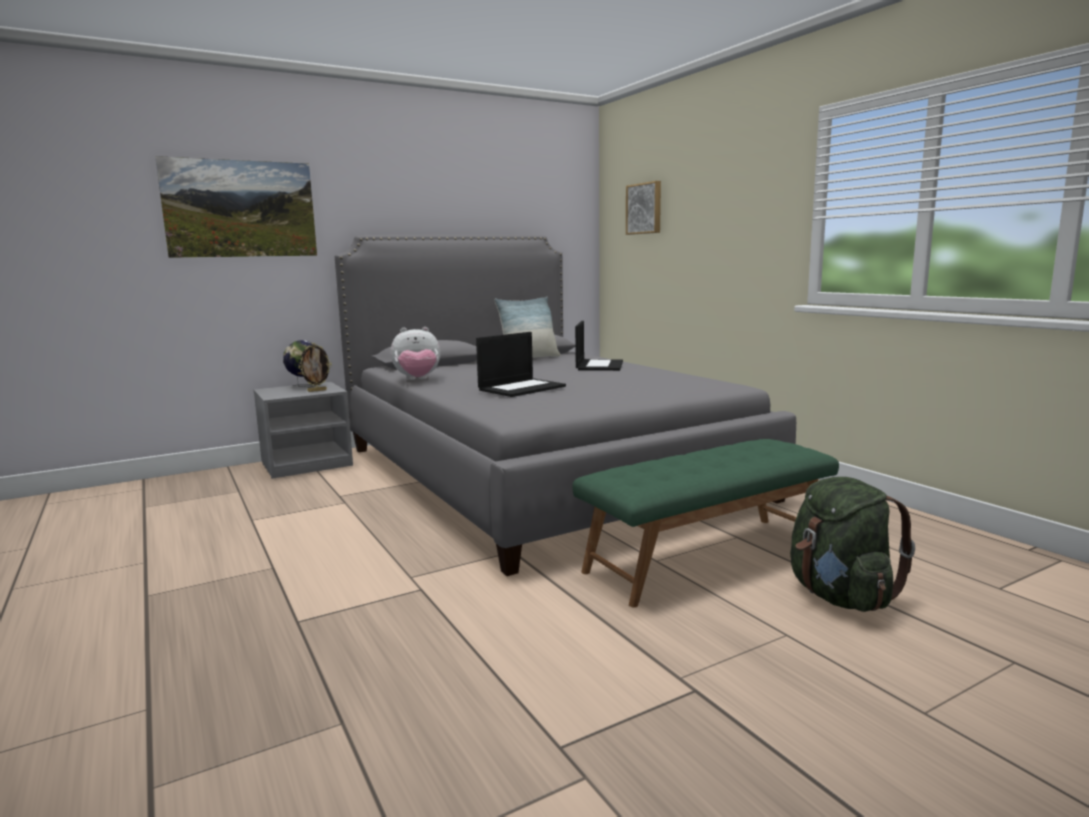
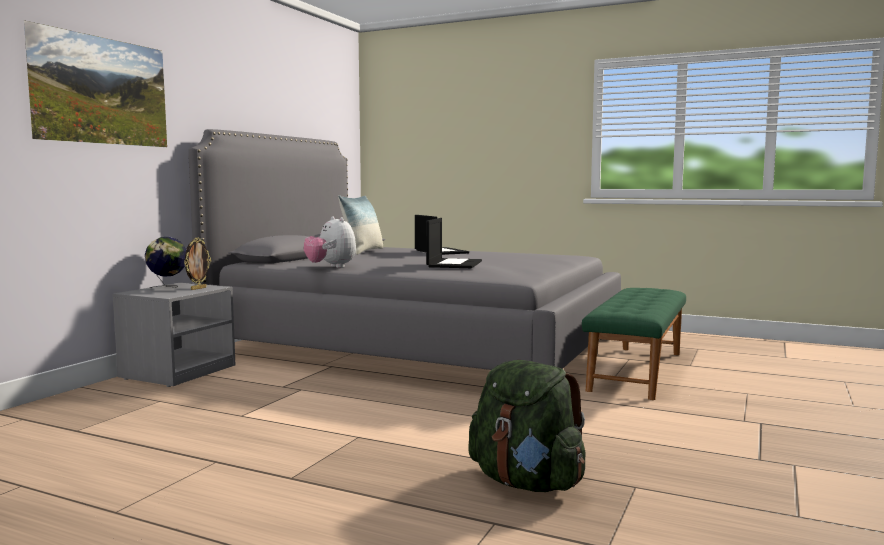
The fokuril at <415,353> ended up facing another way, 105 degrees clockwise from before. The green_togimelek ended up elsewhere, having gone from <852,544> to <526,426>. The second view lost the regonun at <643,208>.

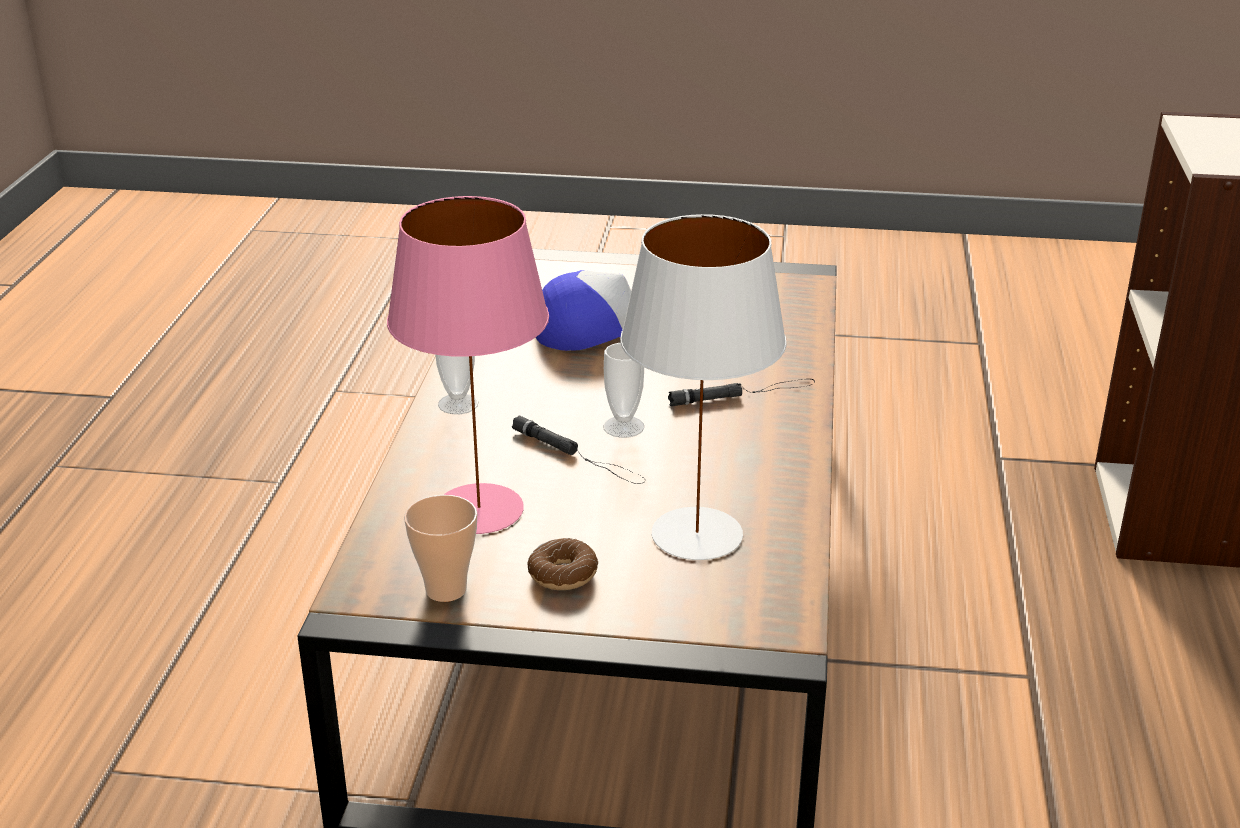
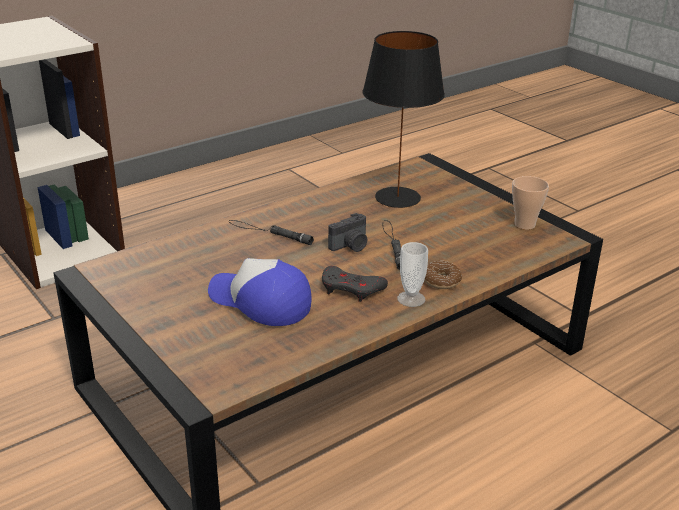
The second view gained the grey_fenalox at <355,284>. Where the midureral stood at <623,390>, the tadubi came to stand at <347,232>. What was the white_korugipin at <703,387> turned into the black_korugipin at <403,119>. The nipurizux ended up elsewhere, having gone from <562,564> to <443,274>. The second view lost the pink_korugipin at <468,365>.

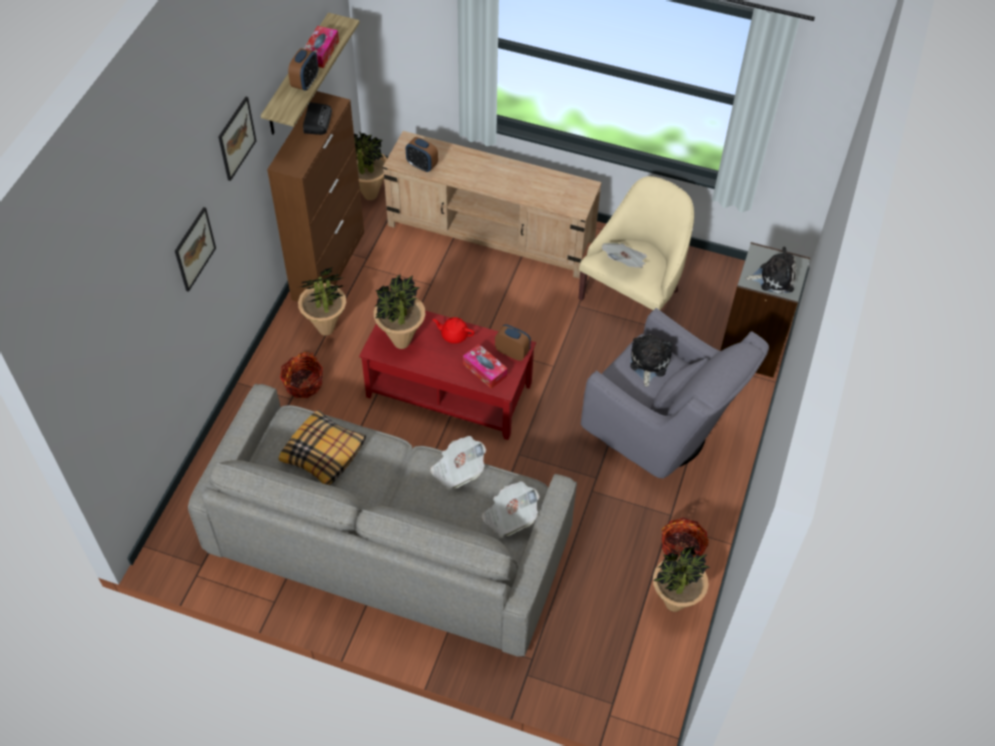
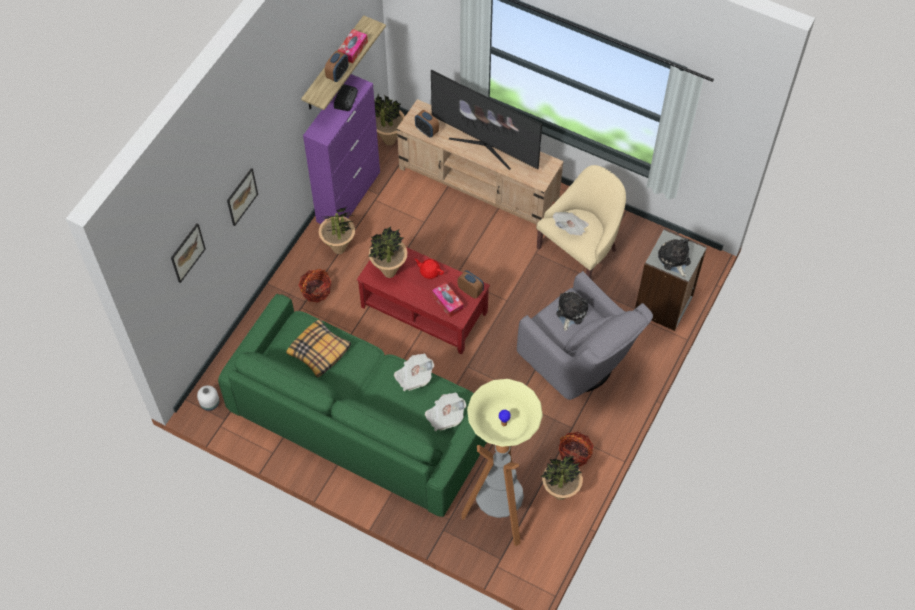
The regonun ended up elsewhere, having gone from <237,139> to <188,253>. The second view gained the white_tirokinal at <208,398>. What was the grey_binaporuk at <382,520> turned into the green_binaporuk at <352,405>. What was the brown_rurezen at <315,196> turned into the purple_rurezen at <341,149>. The second view gained the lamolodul at <486,120>. The second view gained the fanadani at <502,462>. The fokuril at <770,270> ended up facing another way, 120 degrees counterclockwise from before.

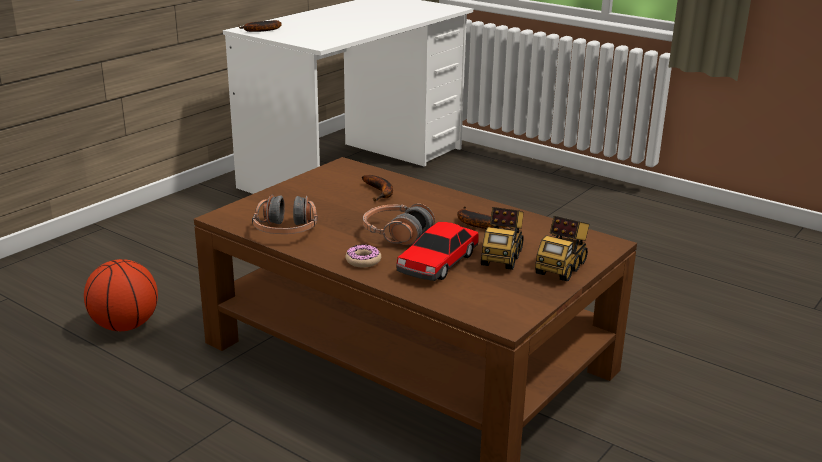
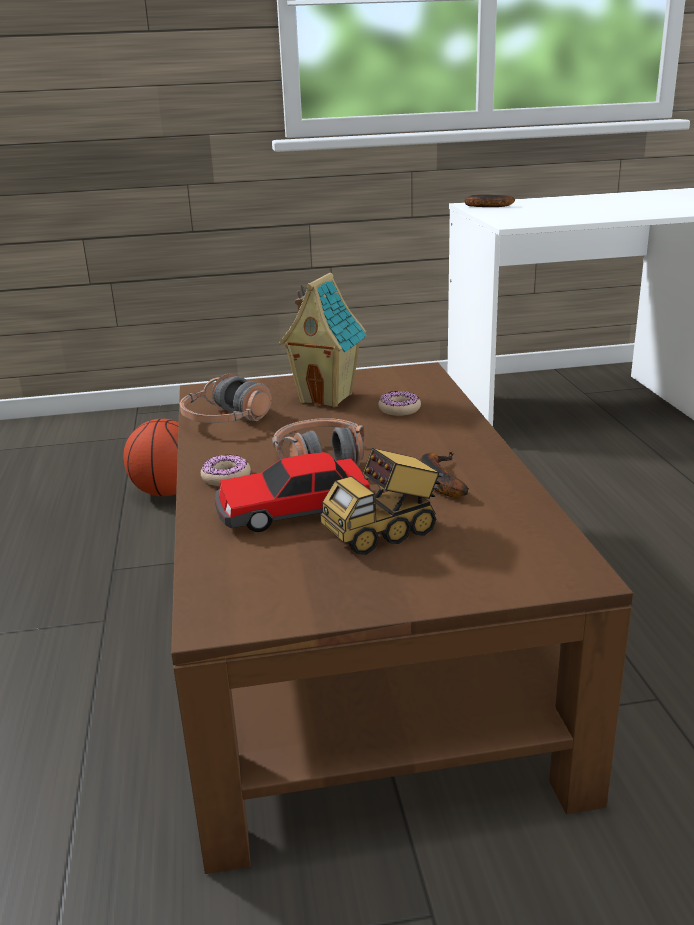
The second view gained the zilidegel at <323,340>. Where the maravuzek stood at <377,188>, the nipurizux came to stand at <399,403>. The second view lost the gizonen at <562,248>.

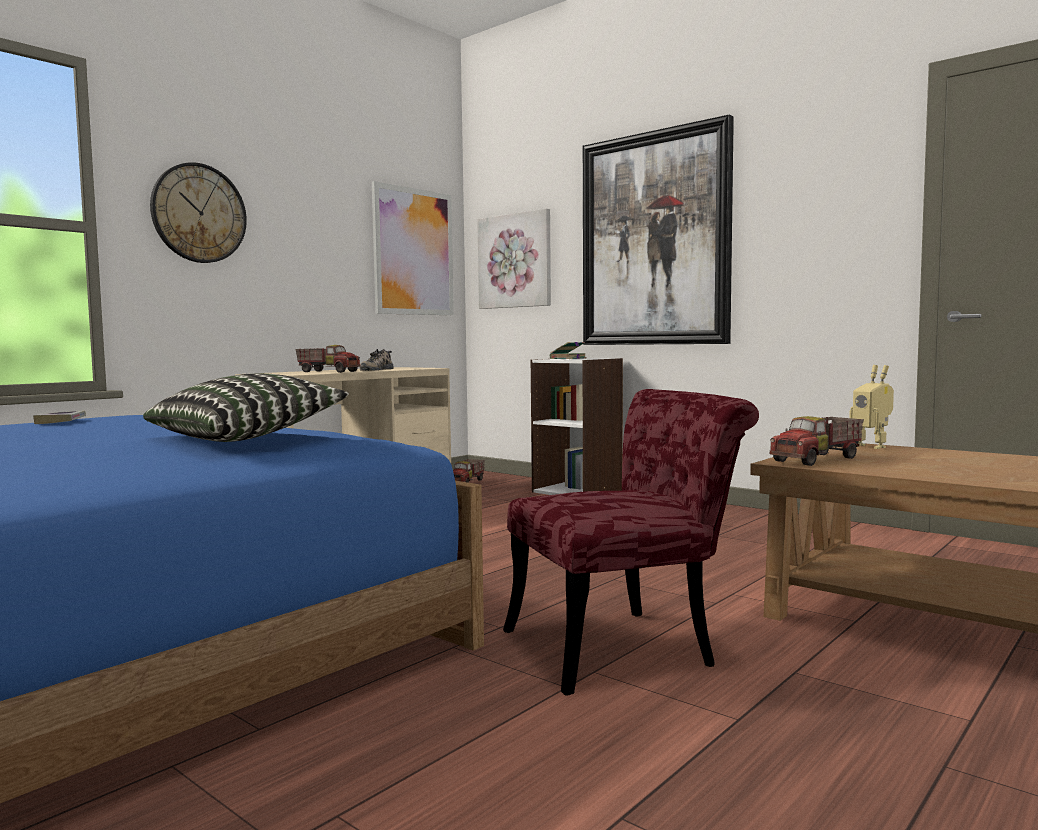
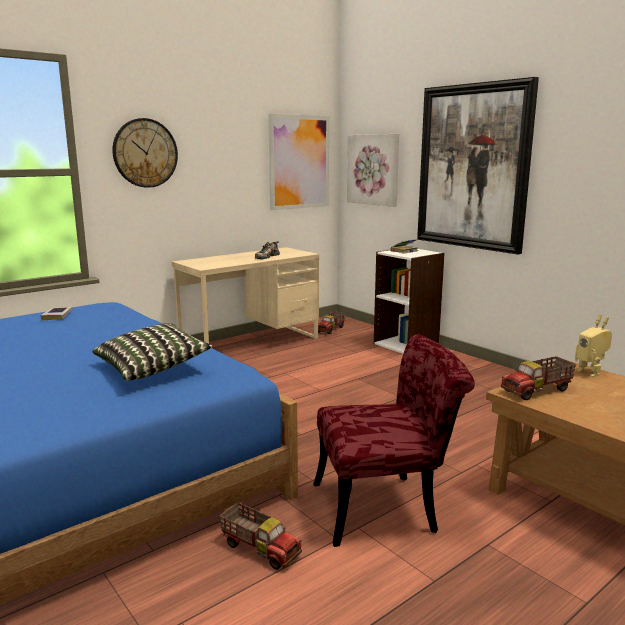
The gizonen ended up elsewhere, having gone from <328,359> to <260,536>.

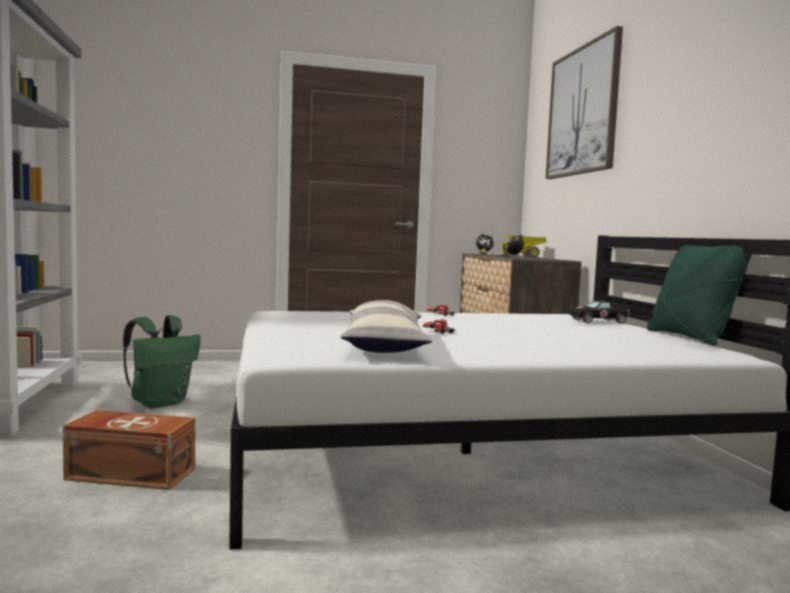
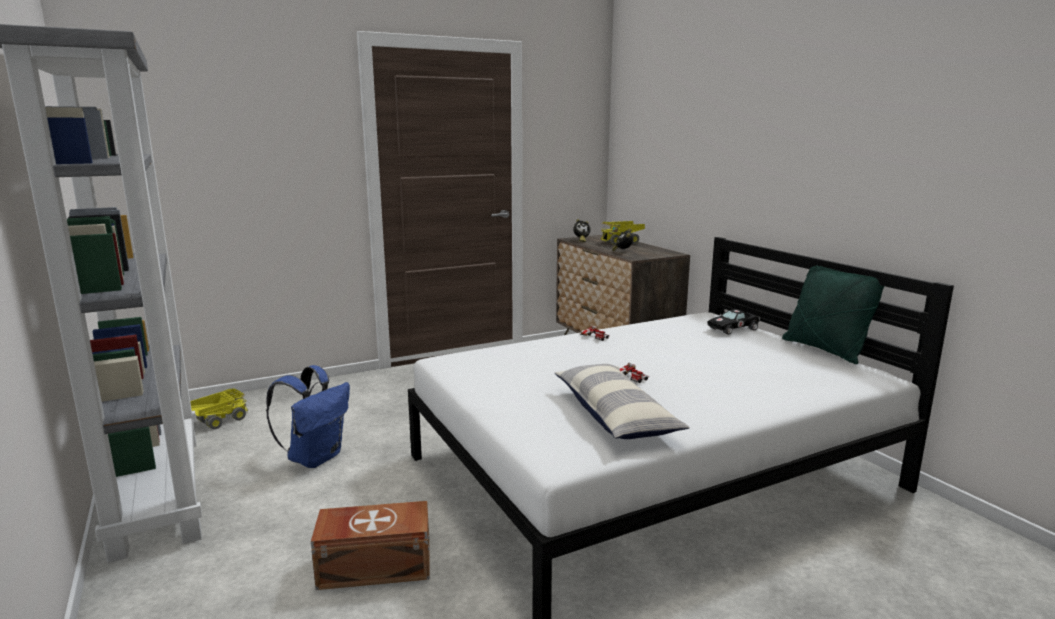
The second view gained the gizonen at <219,409>. What was the green_togimelek at <162,361> turned into the blue_togimelek at <308,416>. The second view lost the regonun at <584,102>.

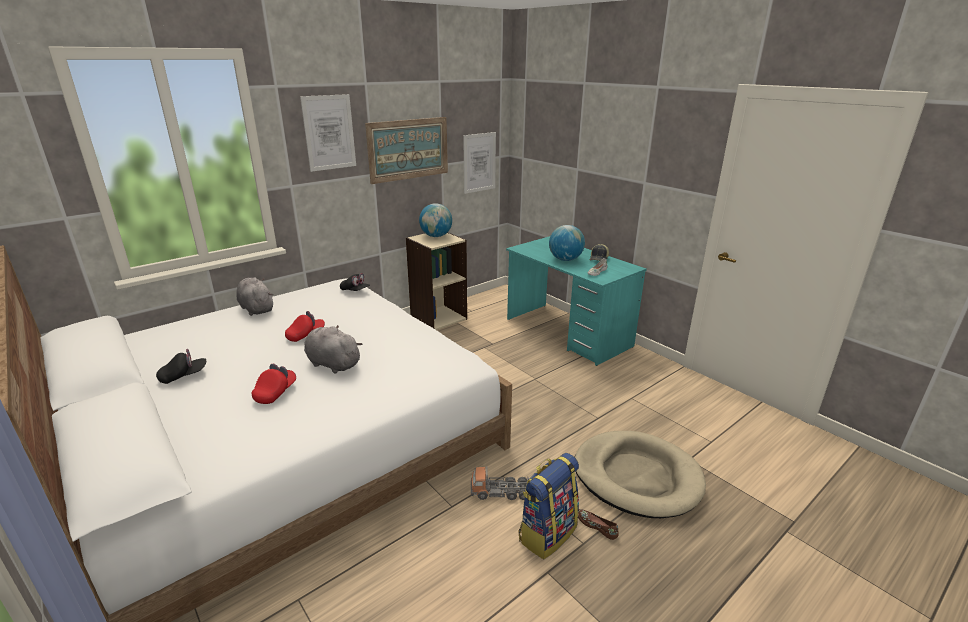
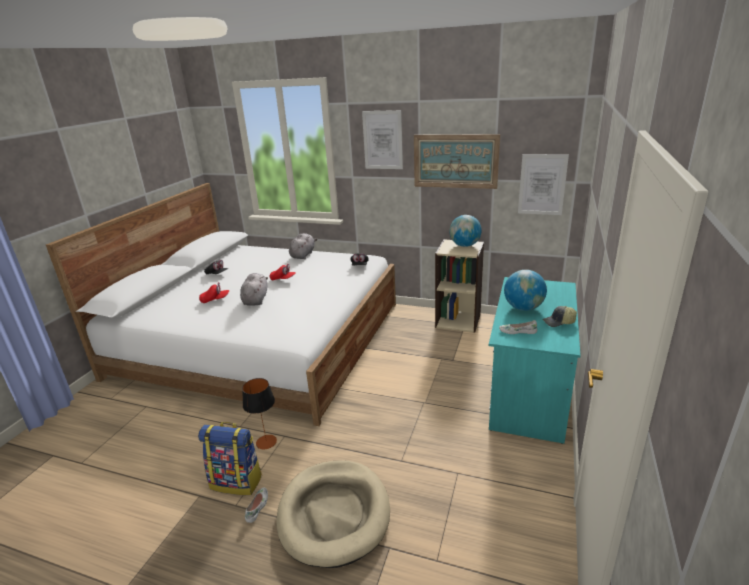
Where the gizonen stood at <500,483>, the korugipin came to stand at <259,413>. What was the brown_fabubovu at <598,524> turned into the white_fabubovu at <256,505>.

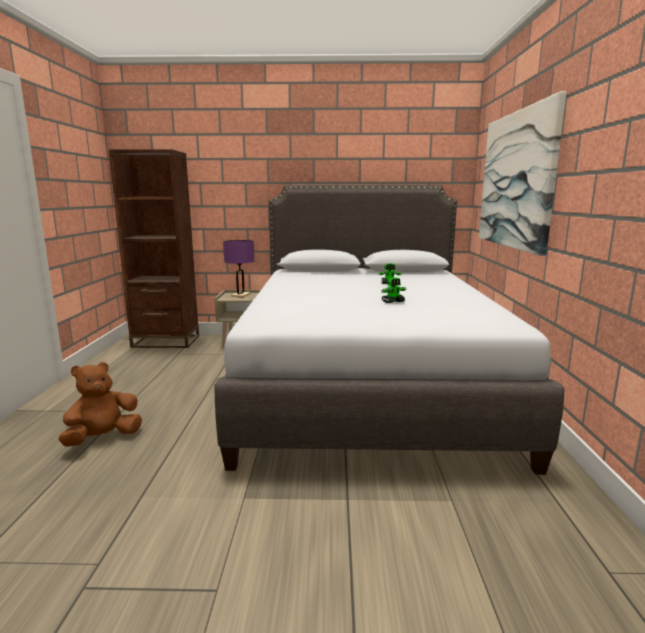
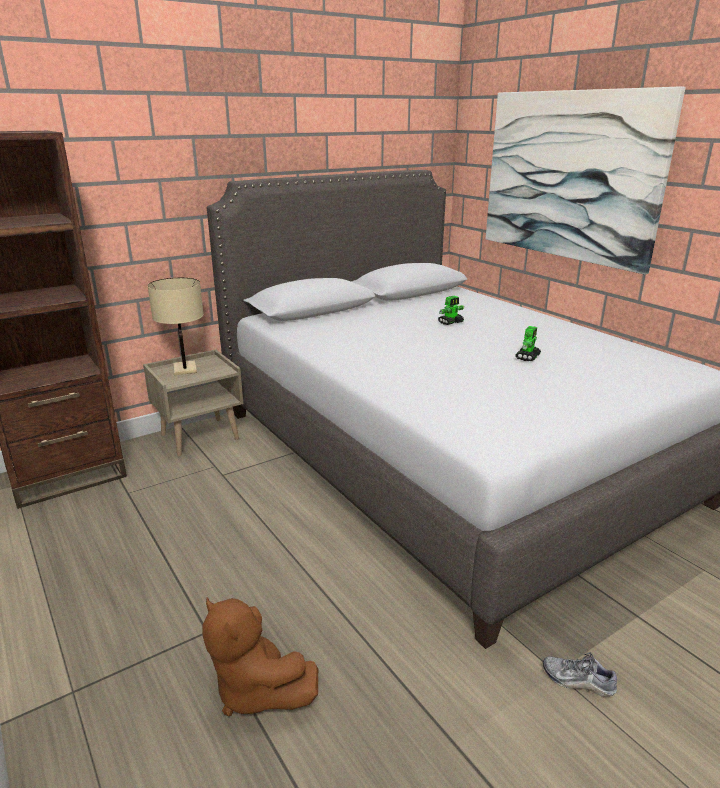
What was the purple_korugipin at <238,268> turned into the beige_korugipin at <176,326>. The brown_fokuril at <100,404> ended up facing another way, 60 degrees counterclockwise from before. The second view gained the fabubovu at <581,674>.

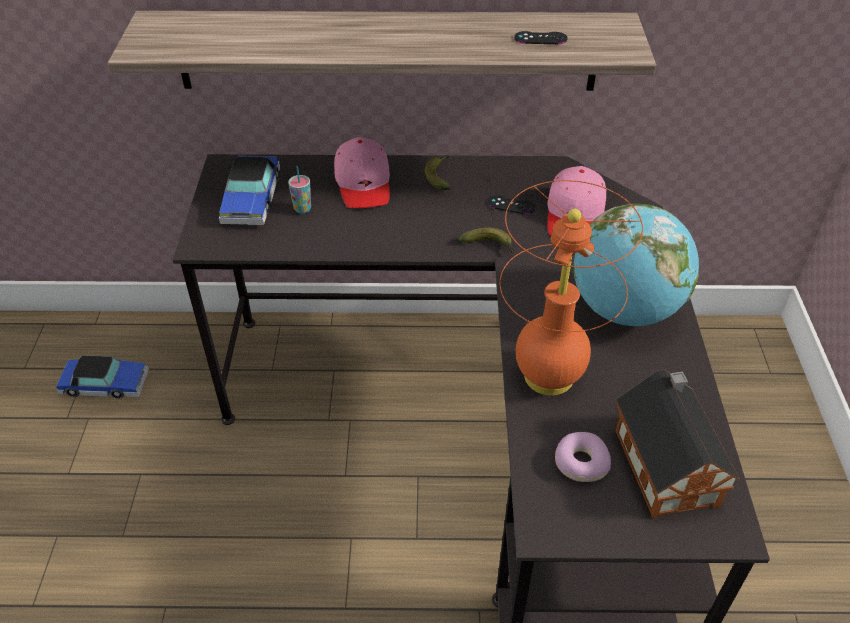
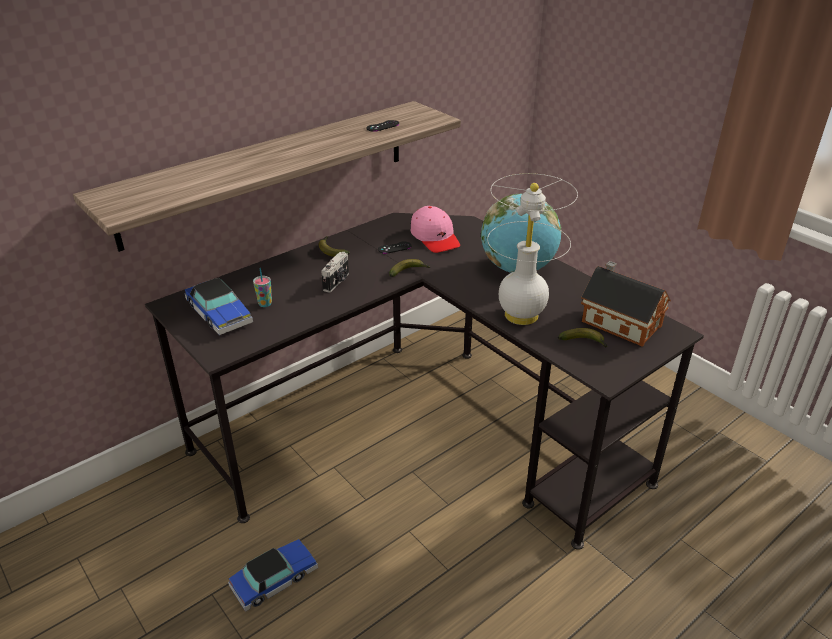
The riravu ended up elsewhere, having gone from <102,377> to <273,575>. The second view gained the tadubi at <335,272>. What was the orange_korugipin at <571,287> turned into the white_korugipin at <532,249>. Where the nipurizux stood at <583,457>, the maravuzek came to stand at <583,338>. The second view lost the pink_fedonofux at <362,172>.

